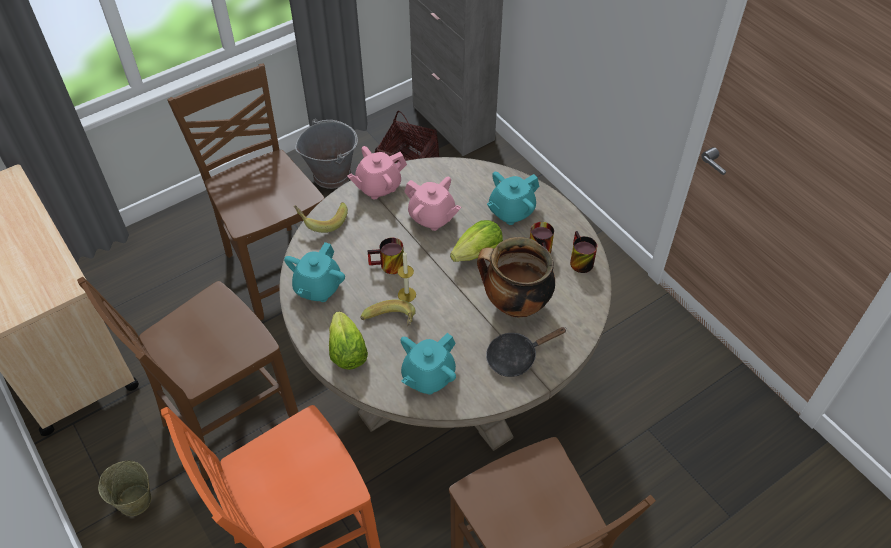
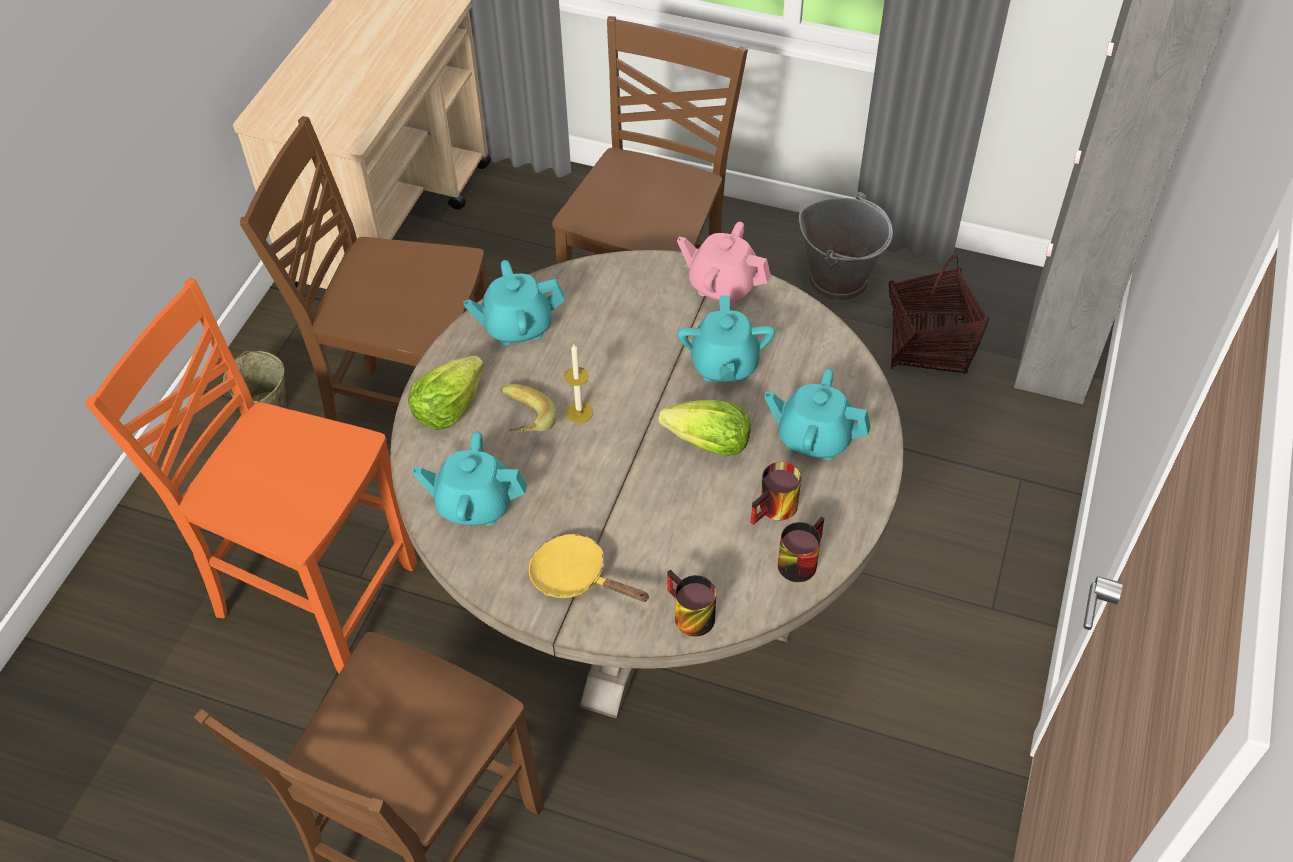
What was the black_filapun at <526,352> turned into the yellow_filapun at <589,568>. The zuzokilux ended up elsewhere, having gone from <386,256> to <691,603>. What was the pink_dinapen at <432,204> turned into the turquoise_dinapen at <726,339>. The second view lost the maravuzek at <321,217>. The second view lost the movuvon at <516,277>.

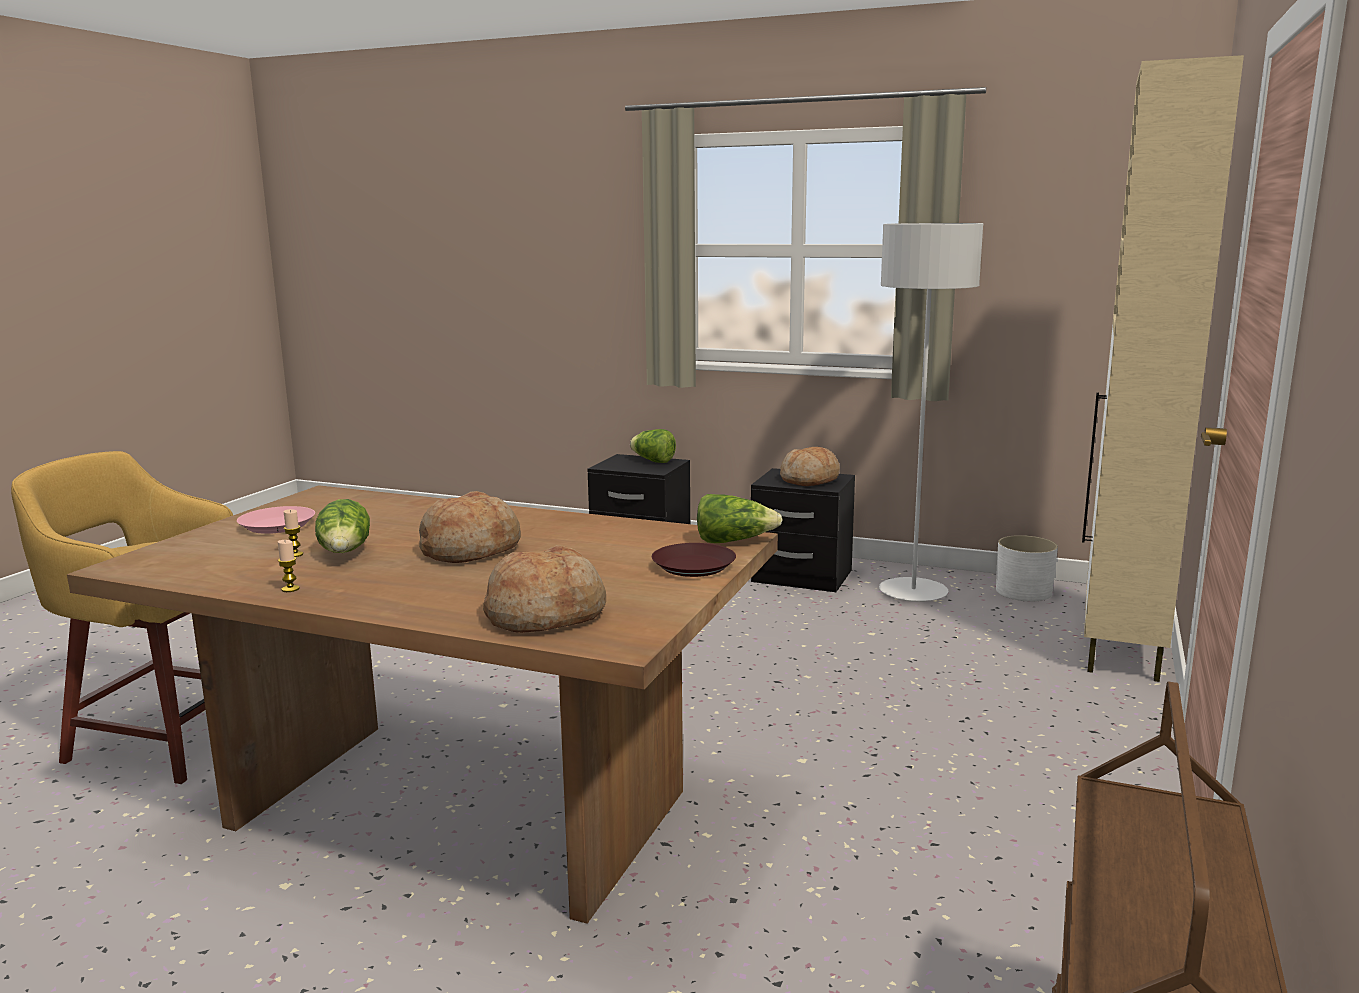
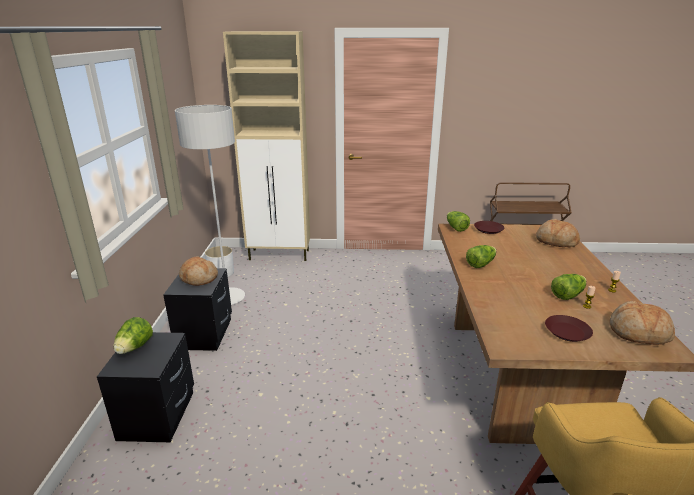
The second view gained the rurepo at <481,256>. What was the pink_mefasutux at <276,520> turned into the brown_mefasutux at <569,328>. The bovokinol ended up elsewhere, having gone from <470,527> to <642,323>.

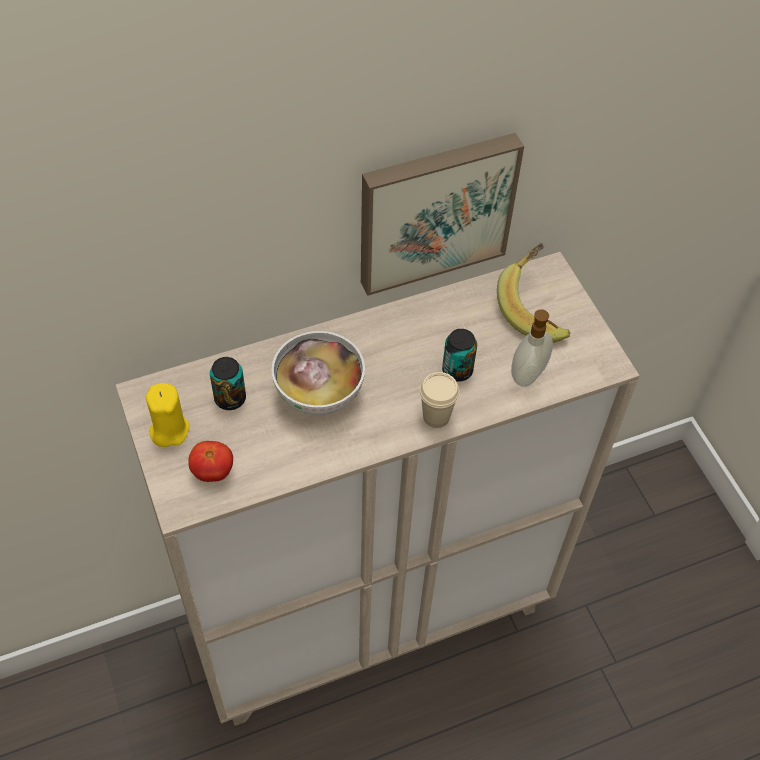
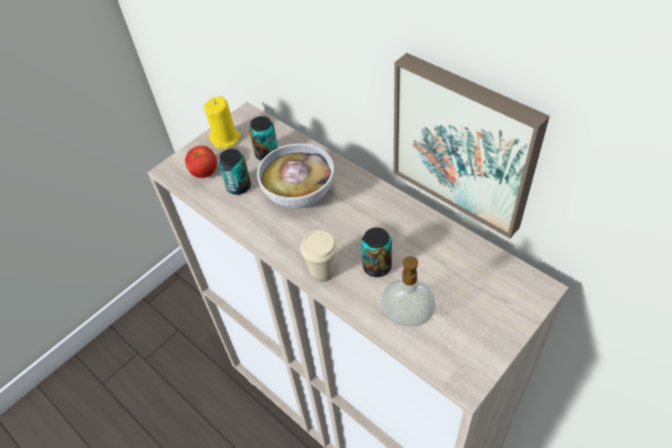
The second view gained the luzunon at <235,172>. The second view lost the maravuzek at <533,293>.

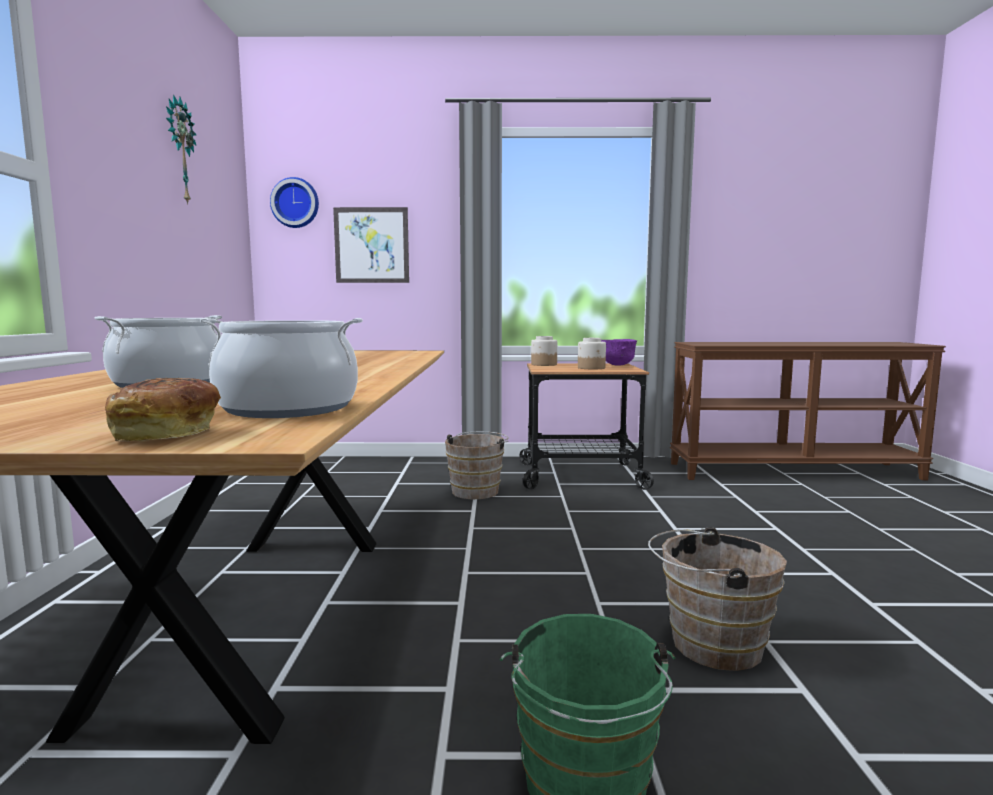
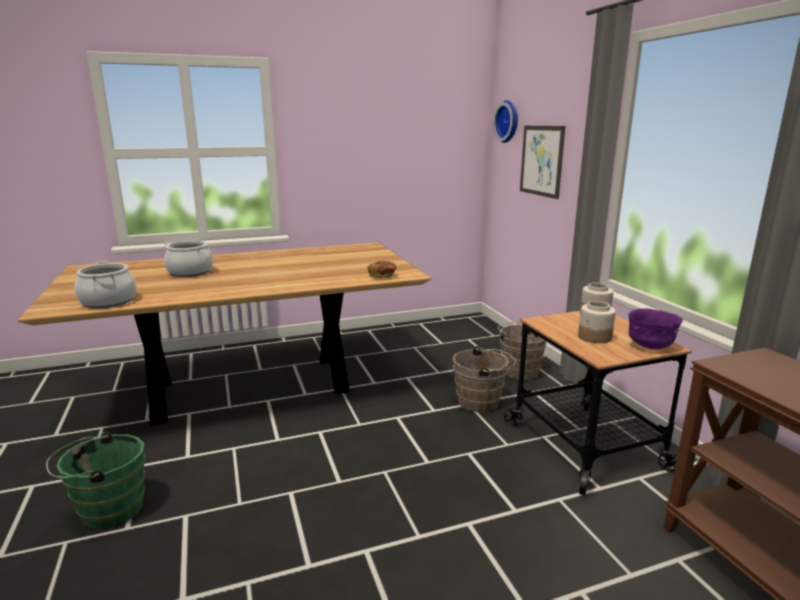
The bovokinol ended up elsewhere, having gone from <163,409> to <382,270>. The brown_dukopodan ended up elsewhere, having gone from <717,599> to <522,351>. The second view lost the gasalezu at <181,149>.

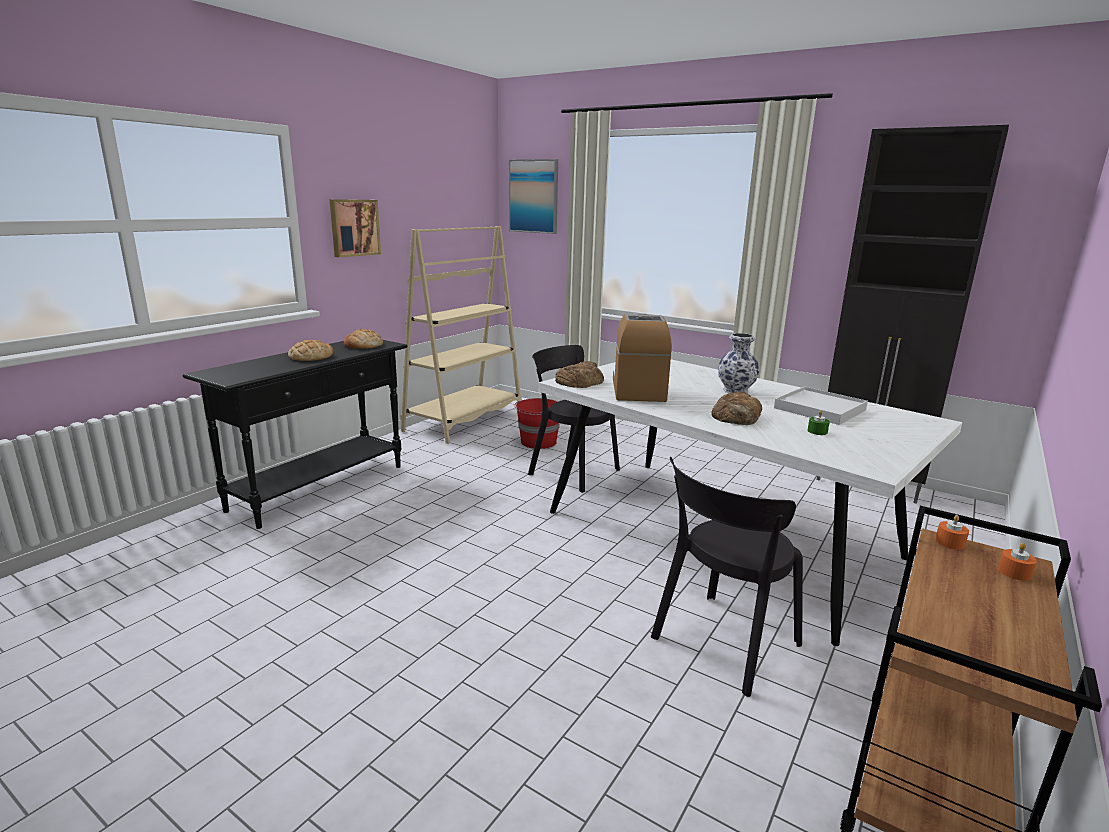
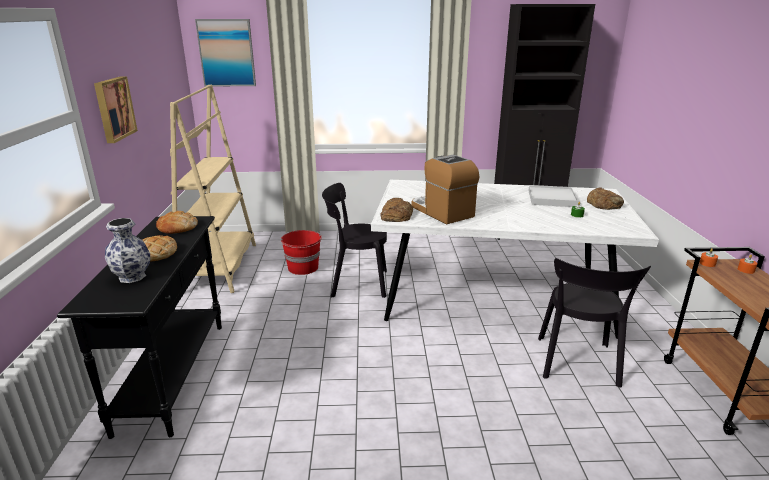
The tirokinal ended up elsewhere, having gone from <738,363> to <127,250>. The bovokinol ended up elsewhere, having gone from <736,408> to <605,198>.

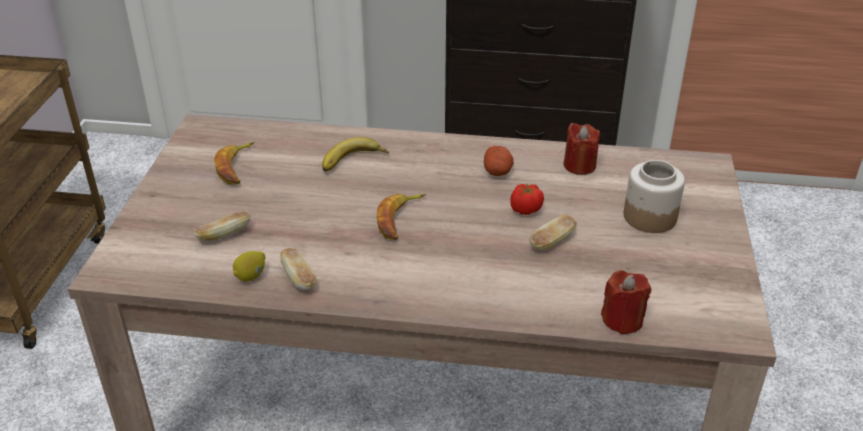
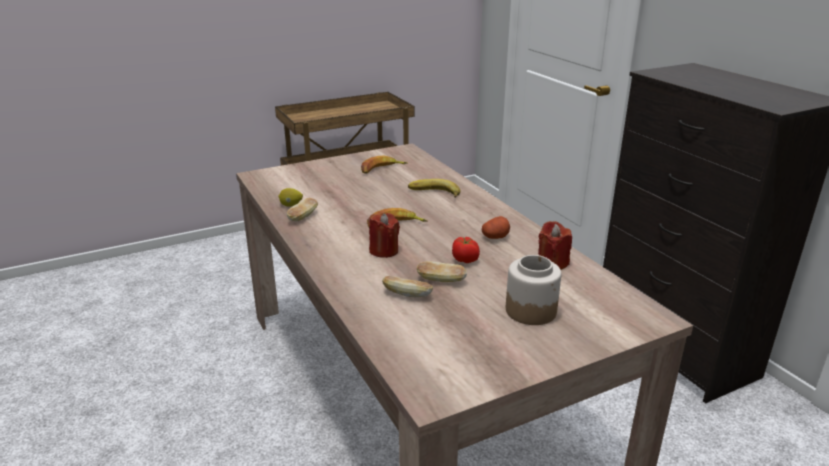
The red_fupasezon ended up elsewhere, having gone from <626,302> to <384,235>. The bovokinol ended up elsewhere, having gone from <222,227> to <407,286>.

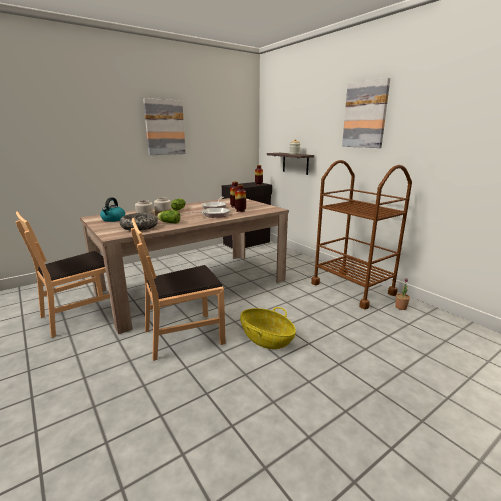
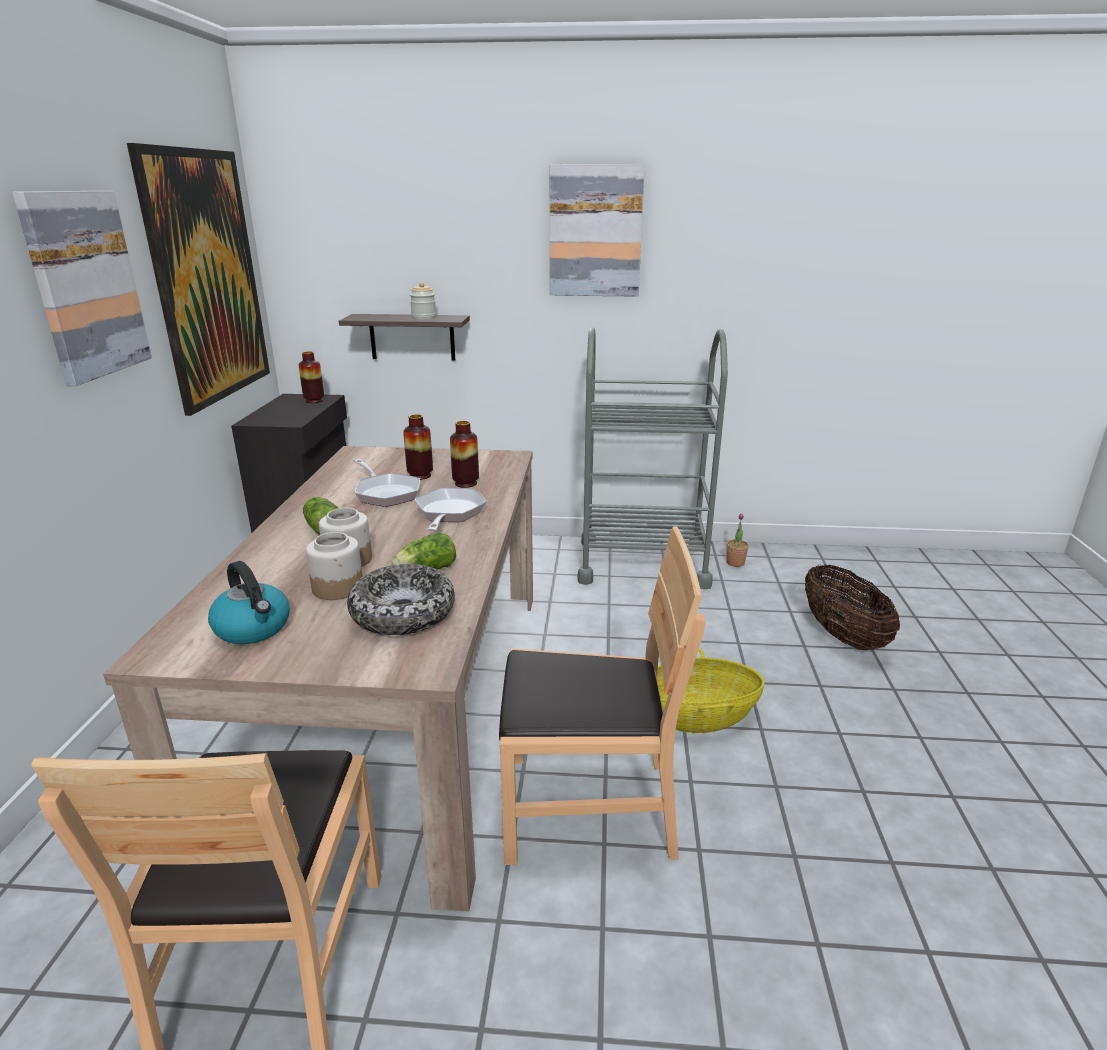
The second view gained the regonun at <198,279>. The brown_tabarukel at <178,289> ended up facing another way, 105 degrees counterclockwise from before. What was the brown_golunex at <361,234> turned into the grey_golunex at <653,458>. The second view gained the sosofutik at <852,607>.

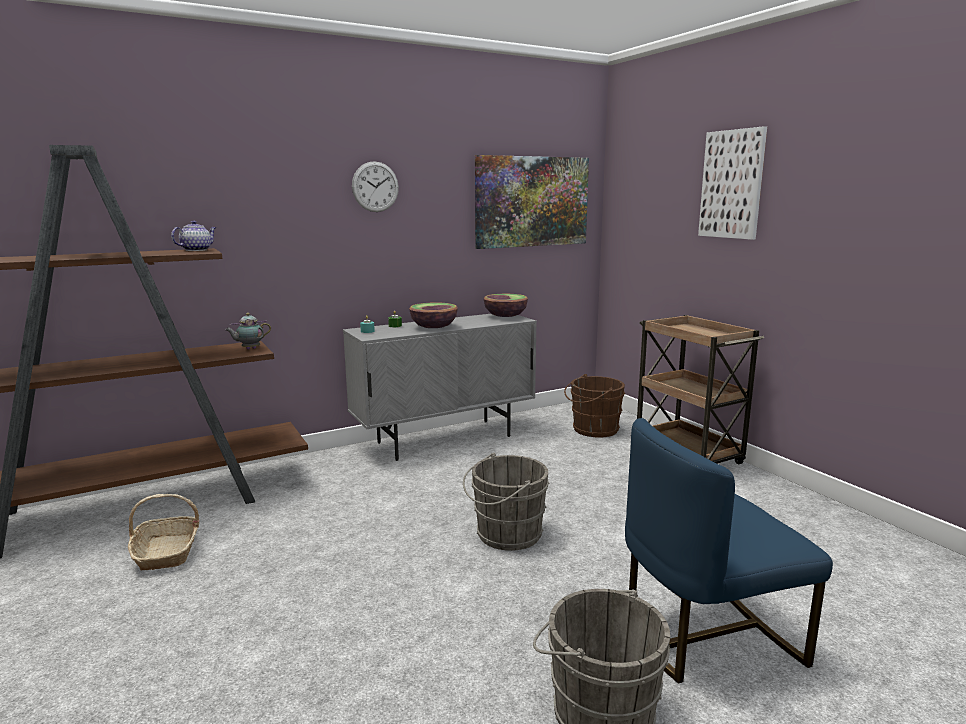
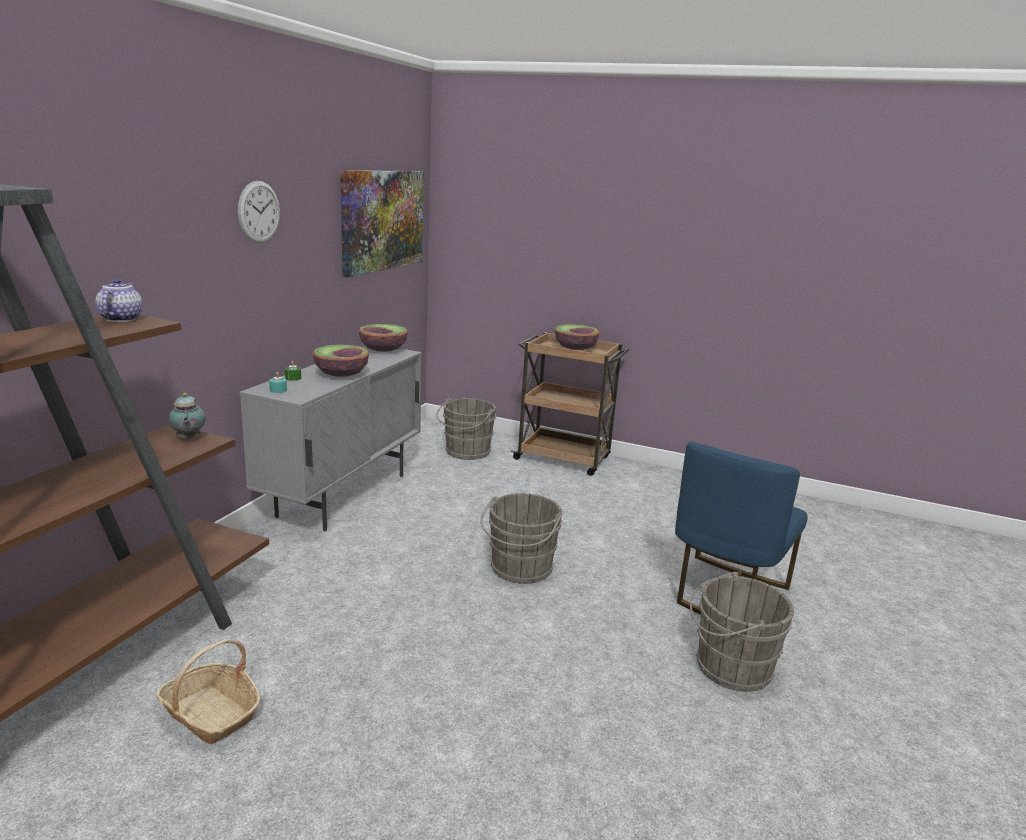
The dinapen at <248,331> ended up facing another way, 45 degrees counterclockwise from before. What was the brown_dukopodan at <594,406> turned into the grey_dukopodan at <466,429>. The second view gained the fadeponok at <577,337>. The second view lost the regonun at <732,183>.

